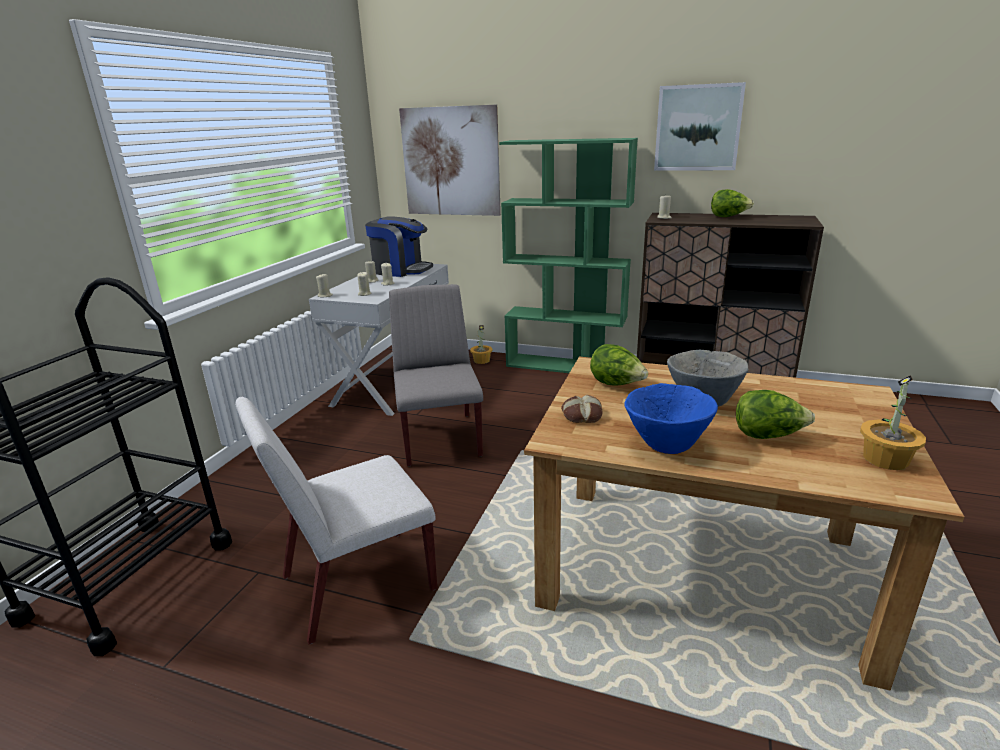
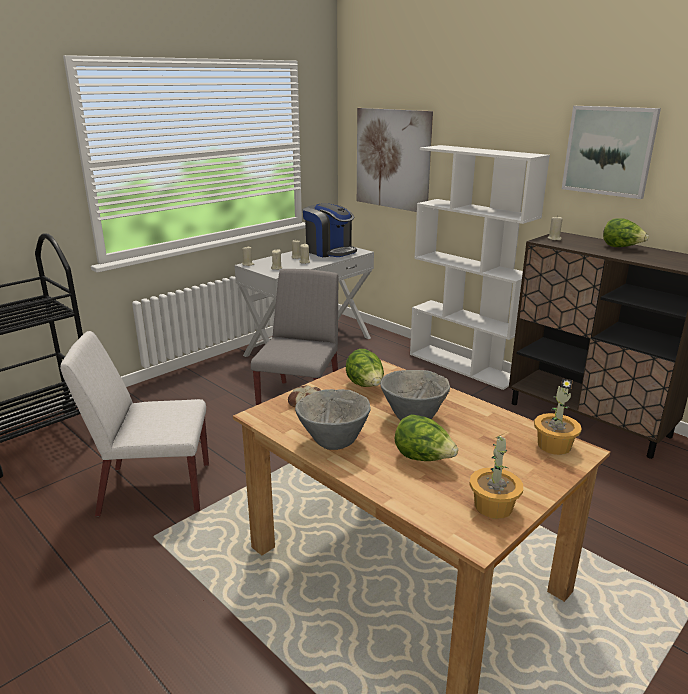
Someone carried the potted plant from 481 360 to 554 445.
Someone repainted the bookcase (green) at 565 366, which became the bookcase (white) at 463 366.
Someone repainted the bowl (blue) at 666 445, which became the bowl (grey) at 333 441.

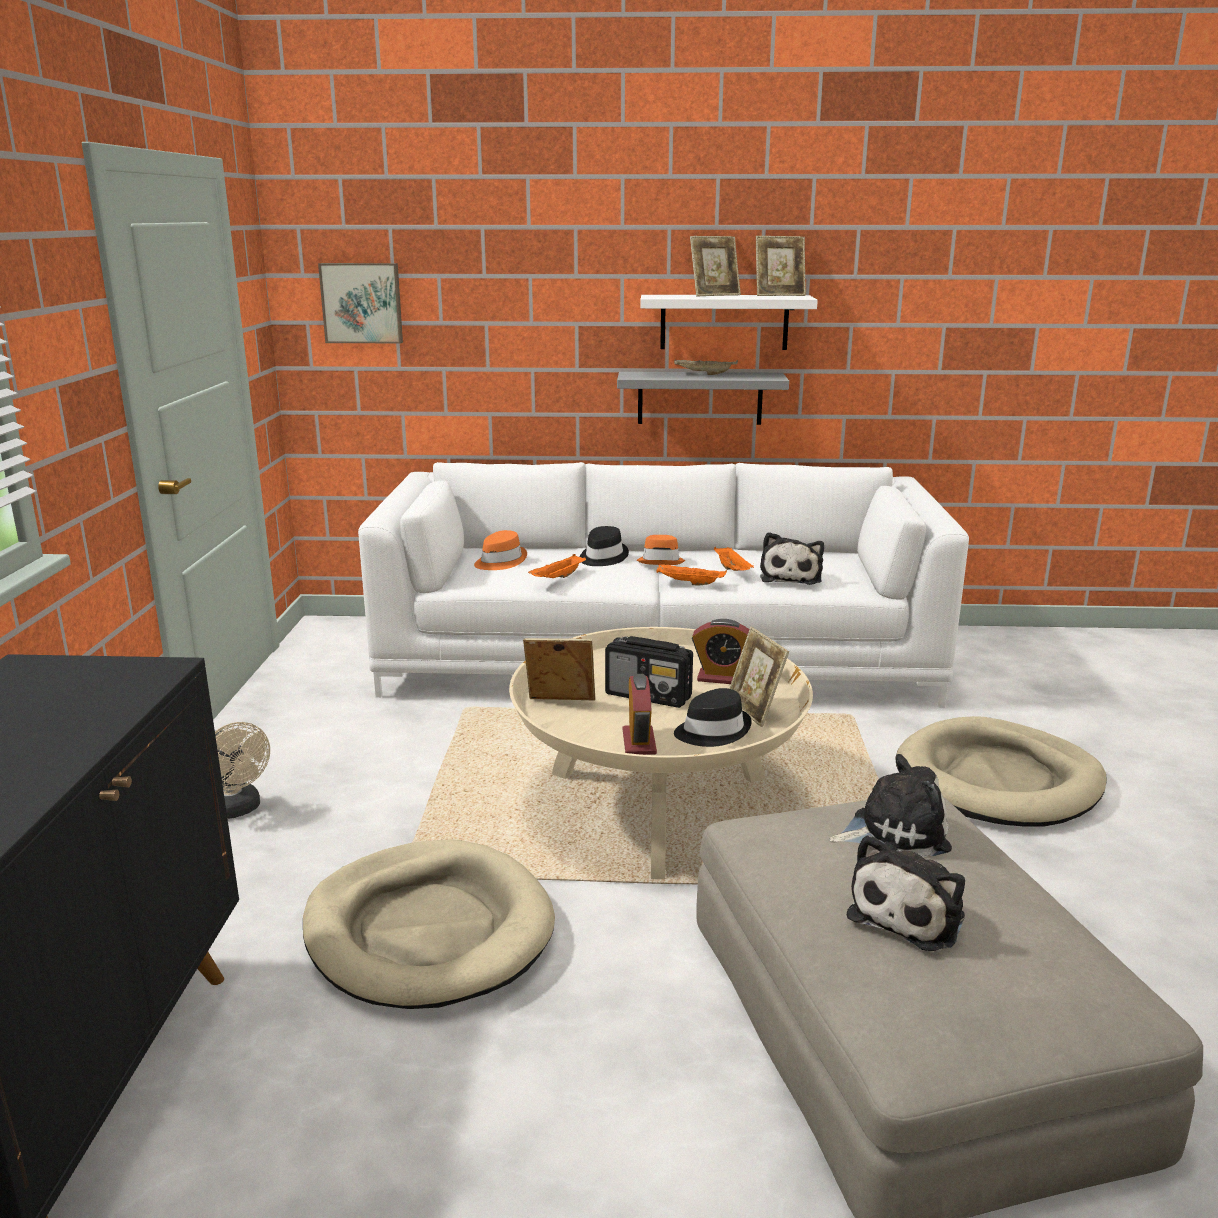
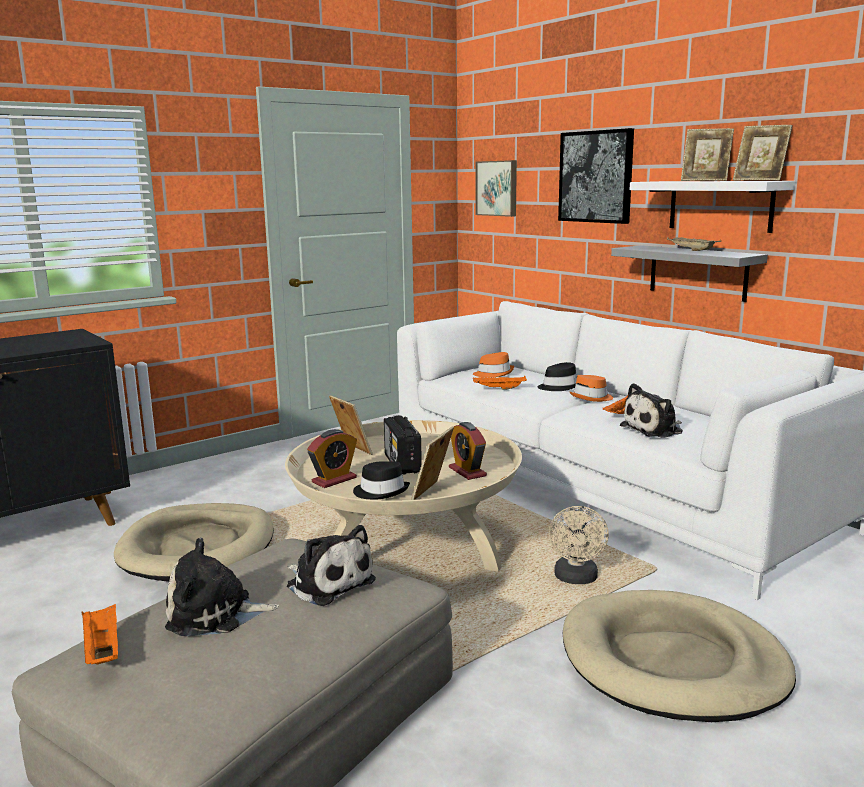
Someone put up the picture at 596 177.
Someone carried the fan (beige) from 237 810 to 576 579.
Someone carried the tray (orange) from 689 583 to 102 649.

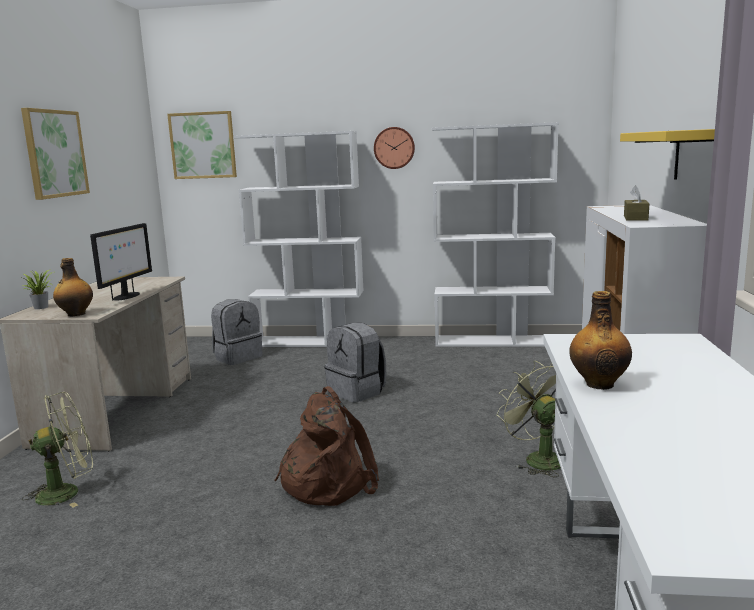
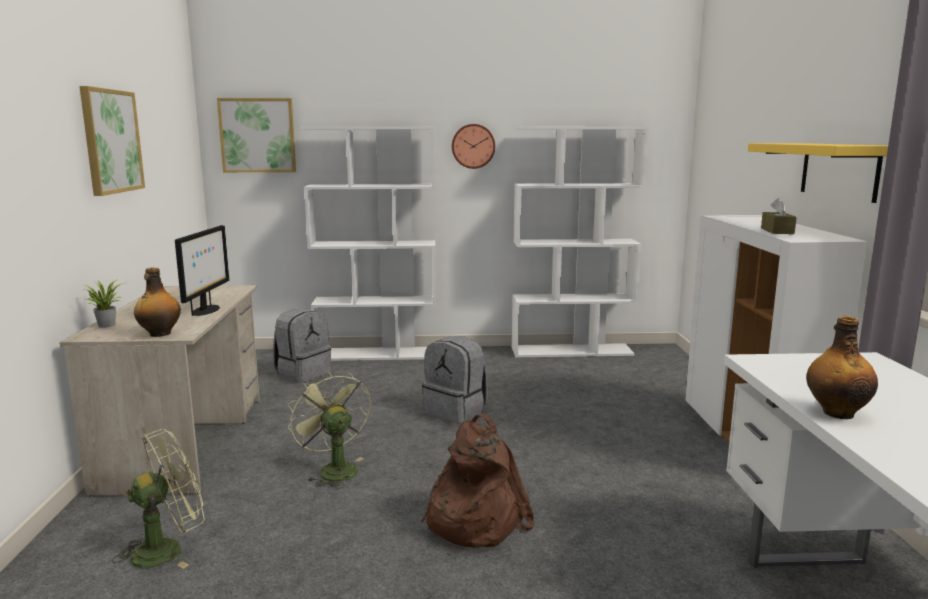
Someone carried the fan (green) from 537 458 to 333 469.

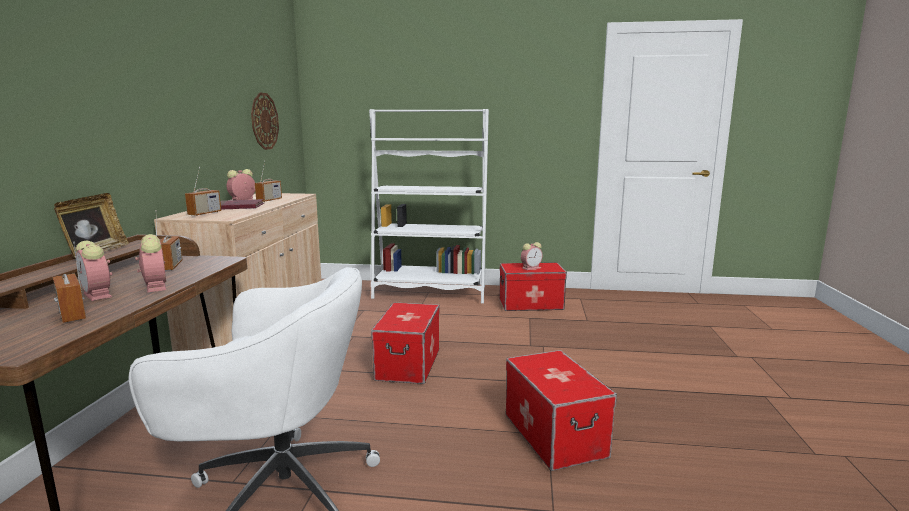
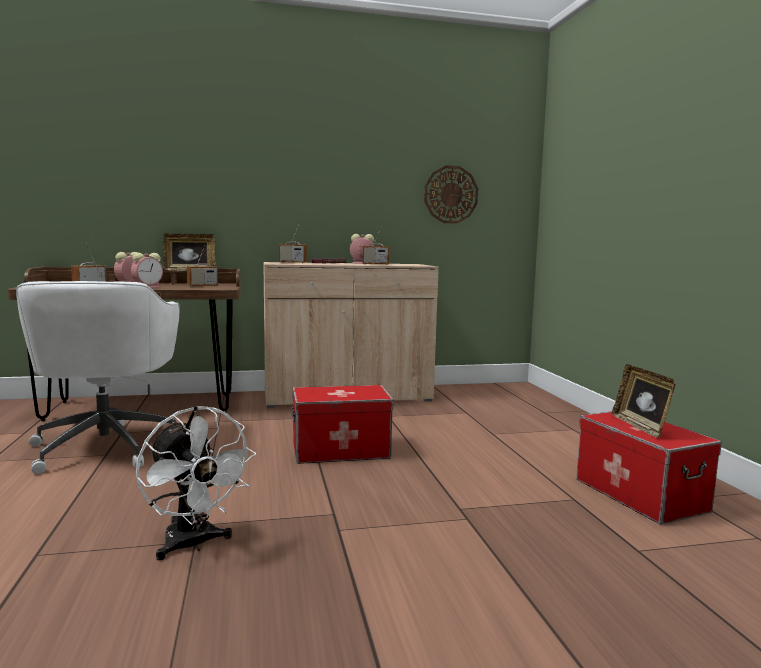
Someone took away the bookcase (white) at 430 292.
Someone swapped the storage box at 553 435 for the fan (white) at 193 545.
Someone swapped the alarm clock at 531 268 for the picture frame at 640 426.

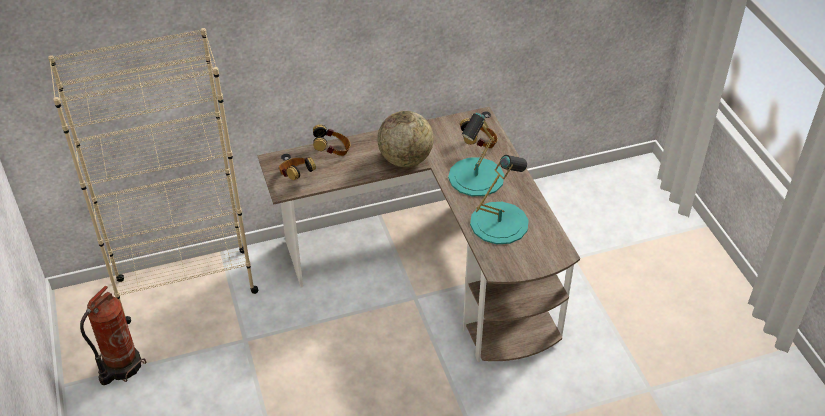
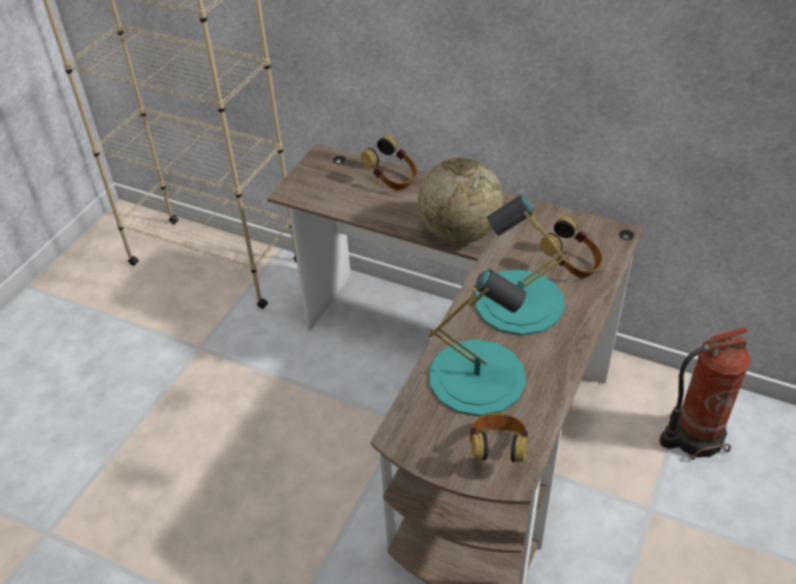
Someone carried the fire extinguisher from 120 367 to 693 436.
Someone carried the headphones from 296 177 to 497 451.

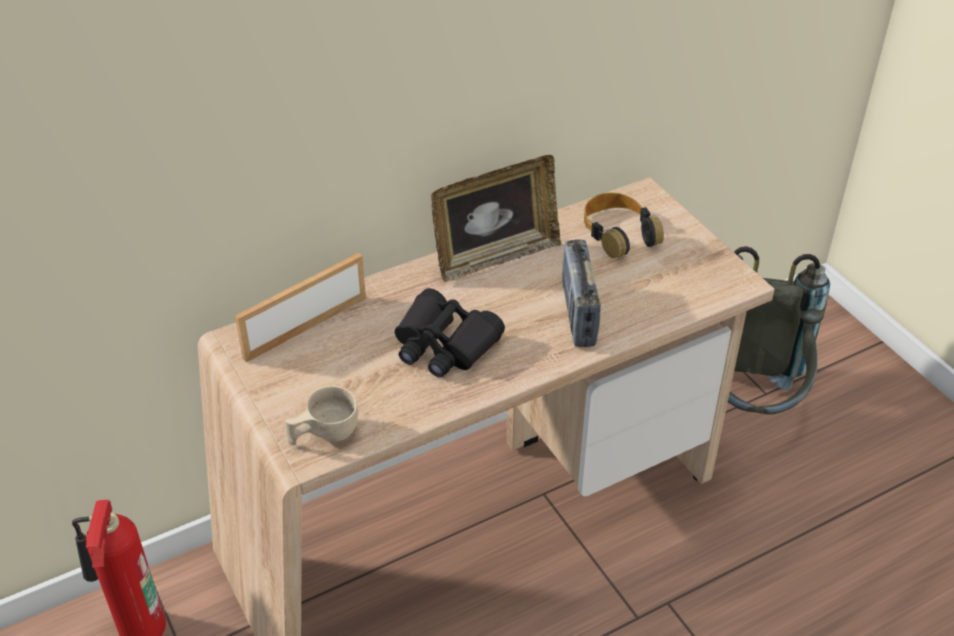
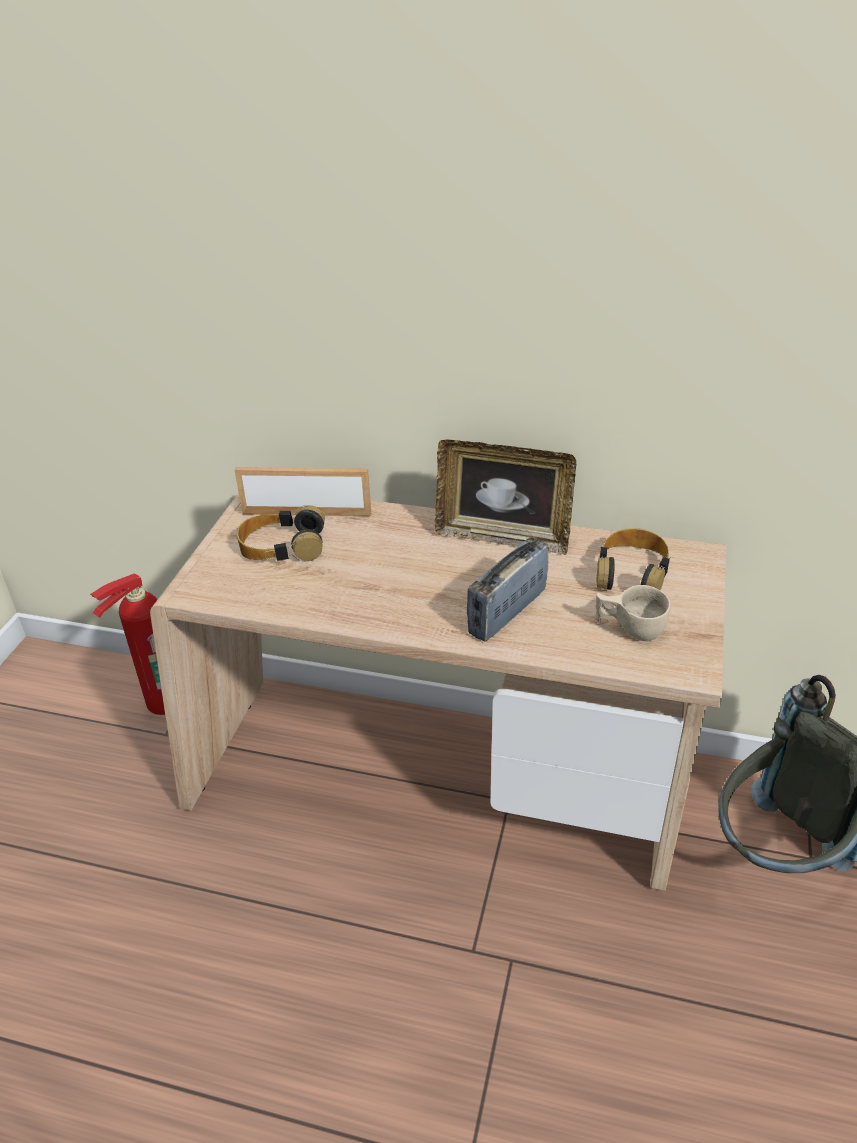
Someone took away the binoculars (black) at 444 345.
Someone put down the headphones at 282 546.
Someone carried the cup (beige) from 323 434 to 629 629.

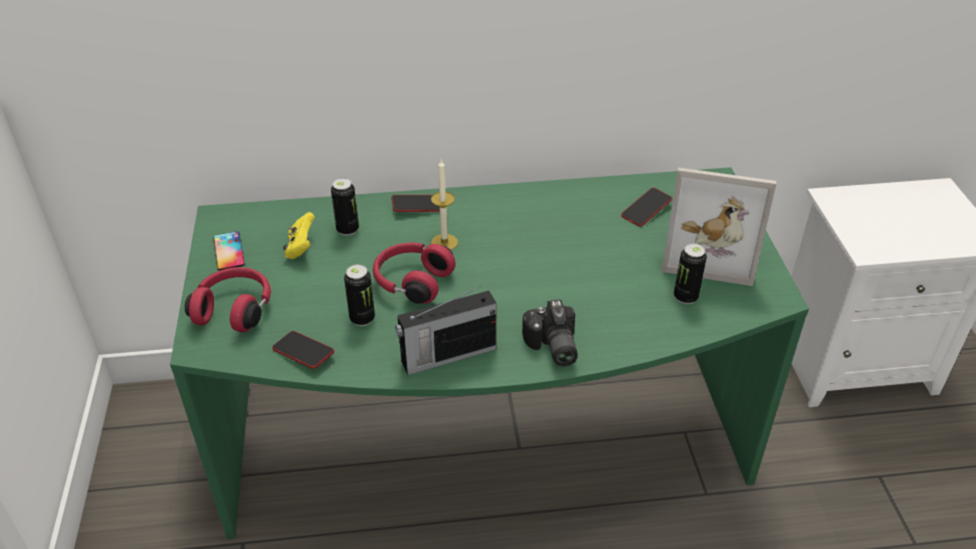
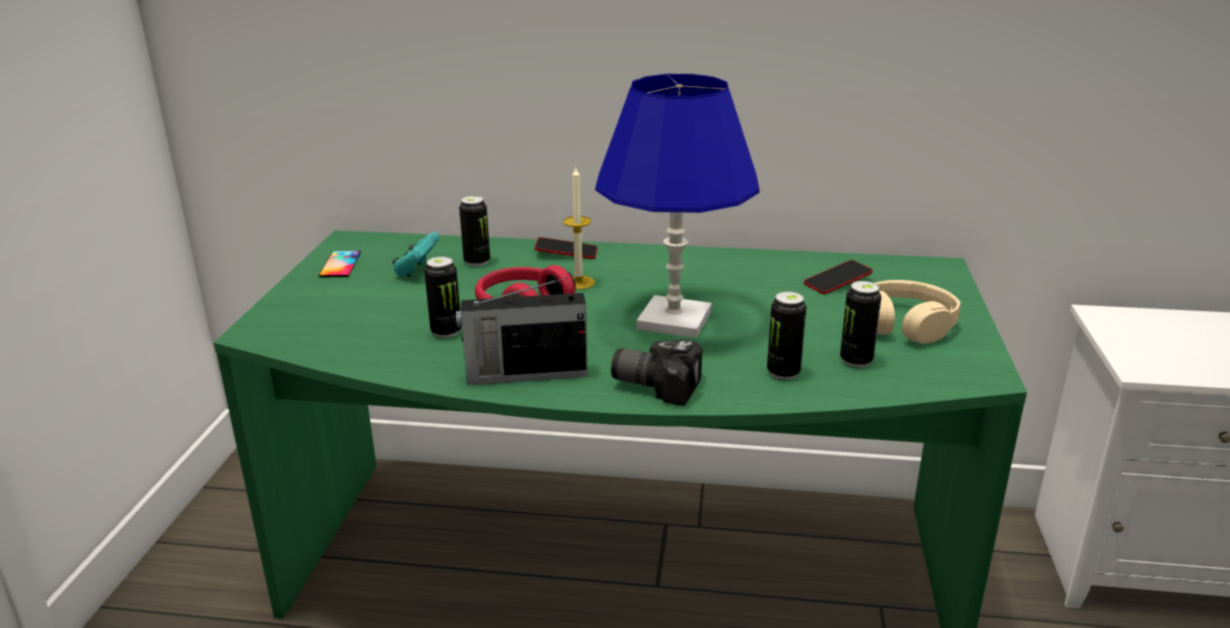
Someone took away the headphones (red) at 235 309.
Someone took away the phone at 303 353.
Someone put down the table lamp (blue) at 674 319.
Someone put down the can at 783 372.
Someone swapped the picture frame at 710 251 for the headphones (beige) at 906 324.
Someone repainted the game controller (yellow) at 301 248, which became the game controller (turquoise) at 417 270.
Someone rotated the photo camera at 551 347 by 105 degrees clockwise.

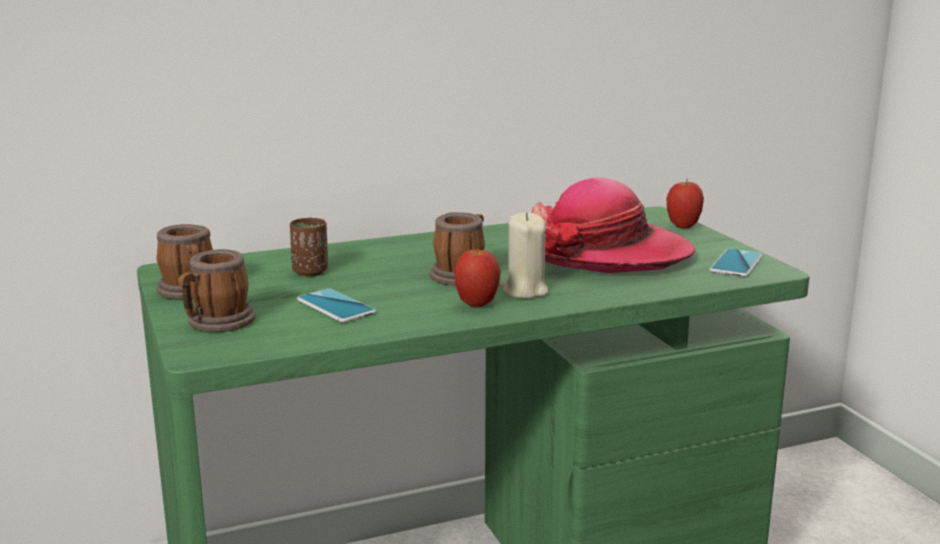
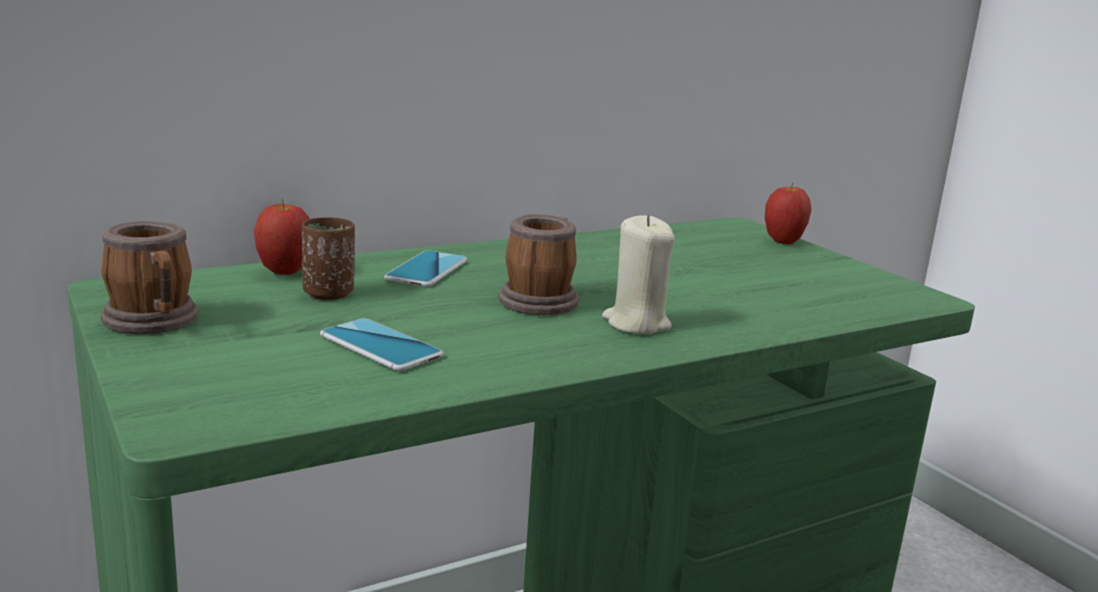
Someone took away the mug at 216 323.
Someone took away the hat at 600 252.
Someone carried the apple from 477 305 to 285 273.
Someone carried the phone from 736 264 to 427 270.

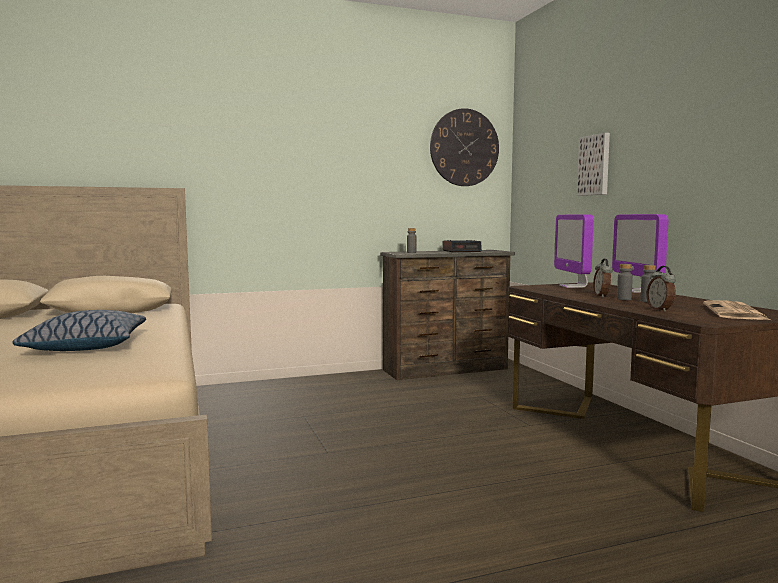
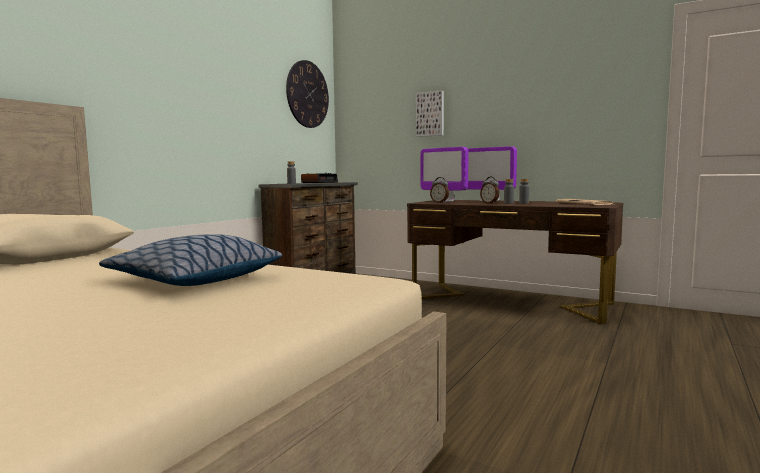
Someone carried the alarm clock from 660 310 to 439 202.

